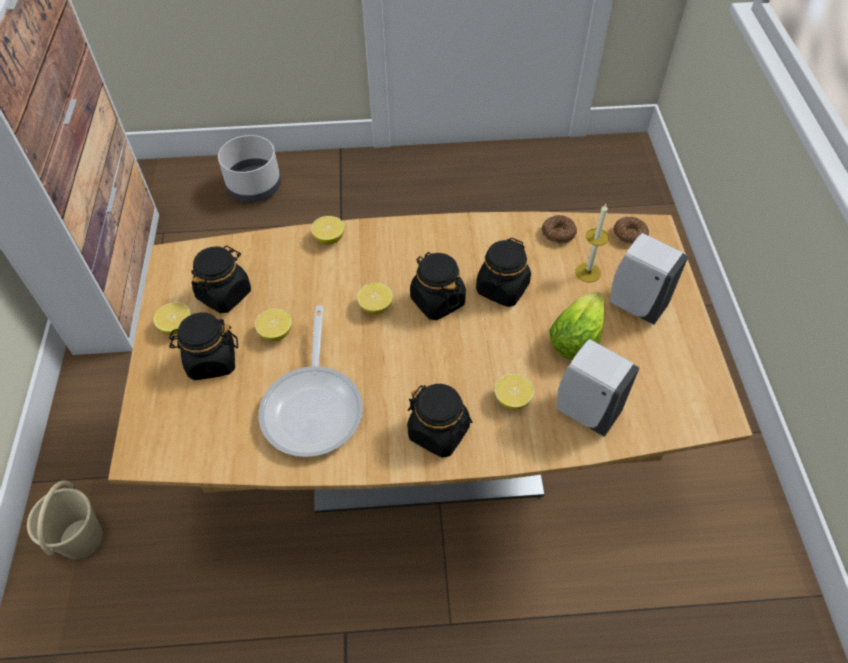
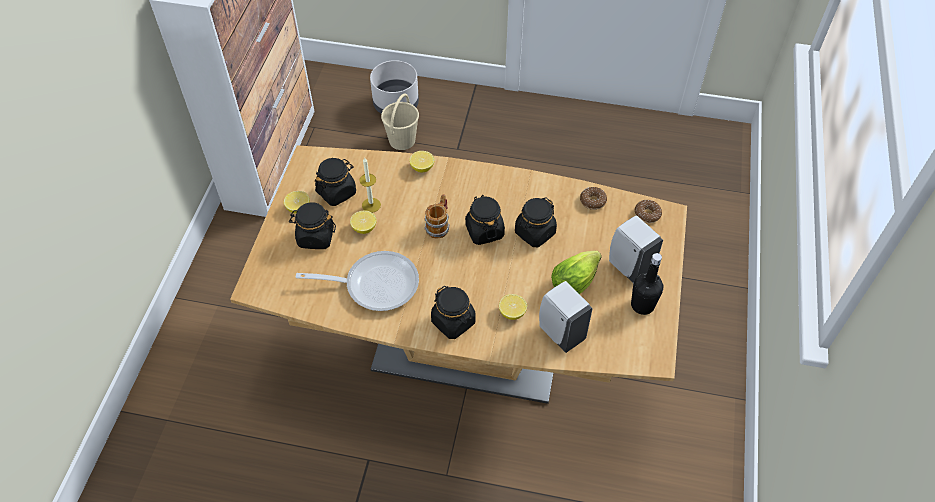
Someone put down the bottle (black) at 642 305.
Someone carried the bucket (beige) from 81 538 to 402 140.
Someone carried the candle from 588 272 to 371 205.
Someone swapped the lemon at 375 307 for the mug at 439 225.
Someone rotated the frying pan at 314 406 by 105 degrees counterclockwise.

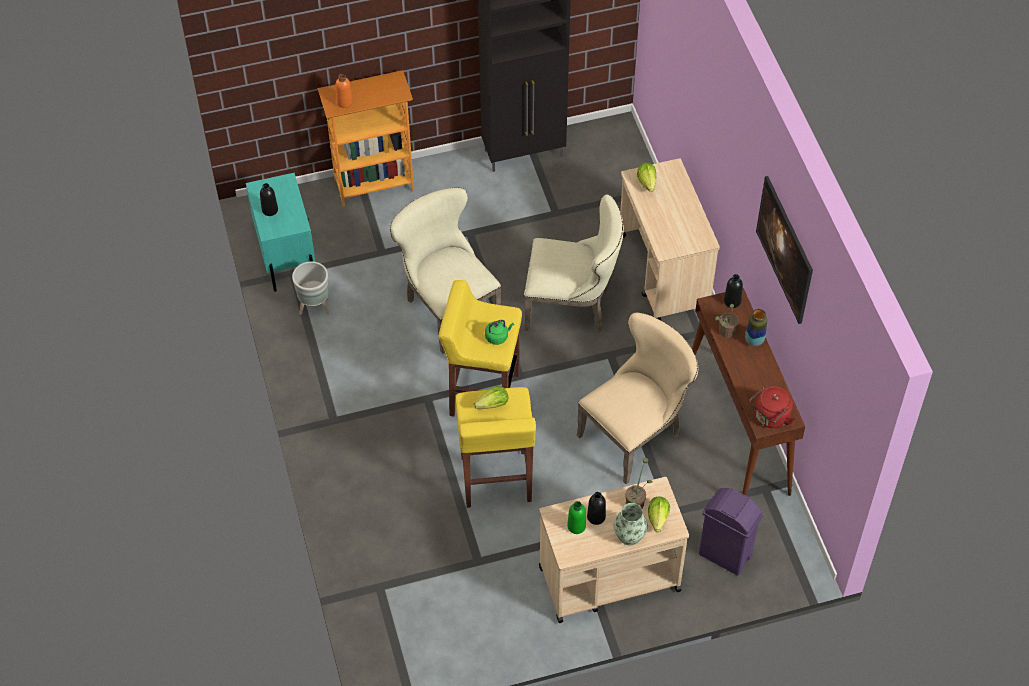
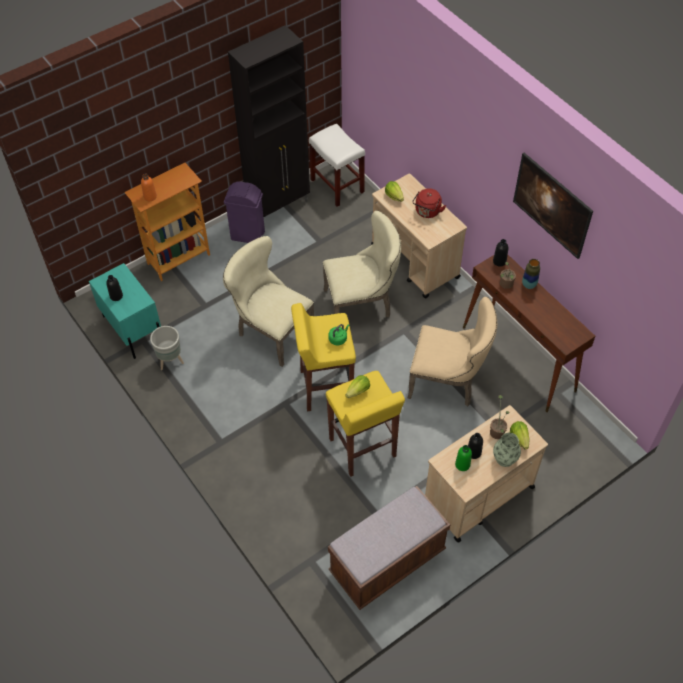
Someone put down the stool (white) at 338 186.
Someone put down the bench (brown) at 387 562.
Someone carried the trash can (purple) from 725 555 to 248 236.
Someone carried the kettle (red) from 770 418 to 427 212.
Someone rotated the chair (beige) at 635 434 by 75 degrees clockwise.

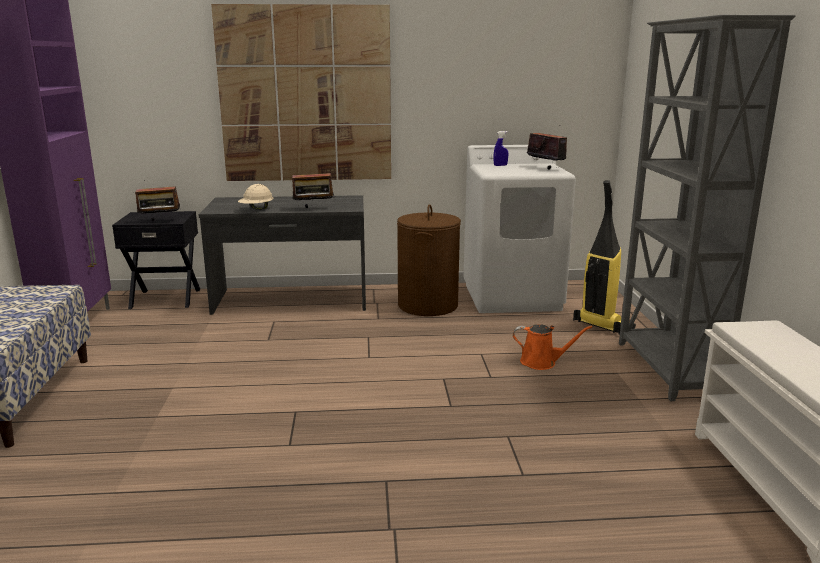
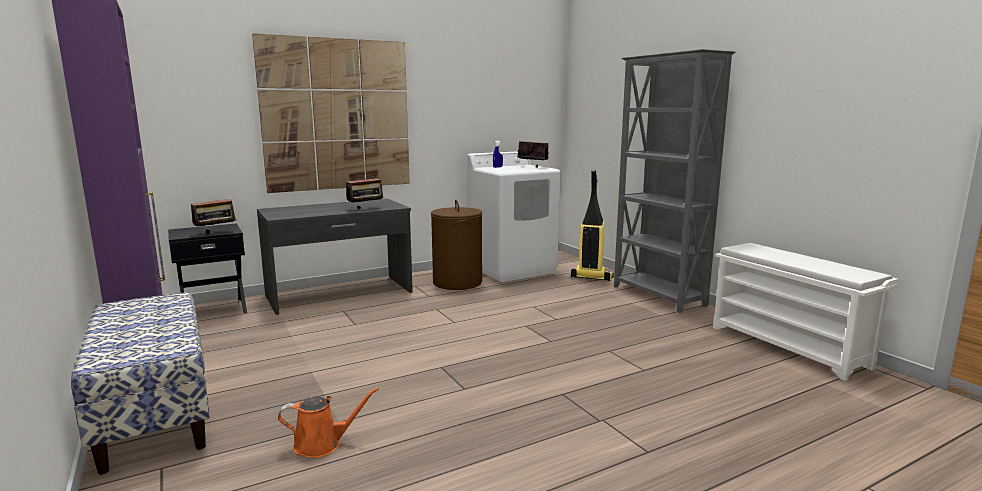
Someone took away the hard hat (beige) at 256 209.
Someone carried the watering can (orange) from 542 362 to 322 444.

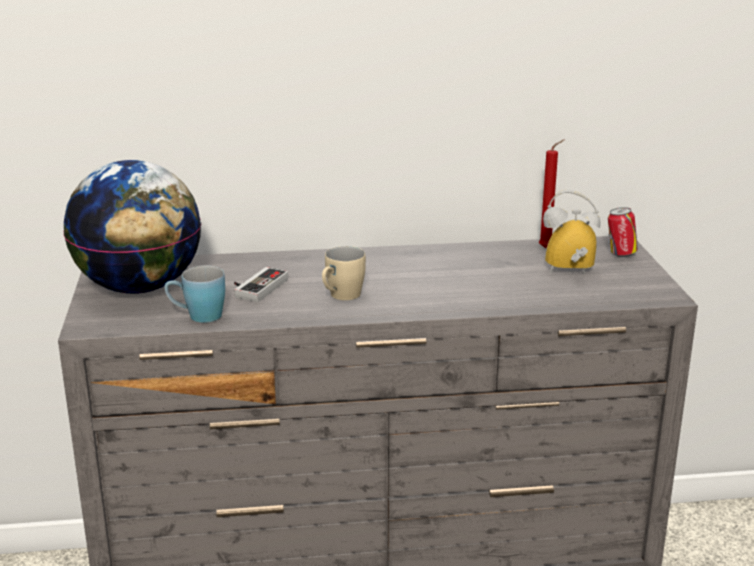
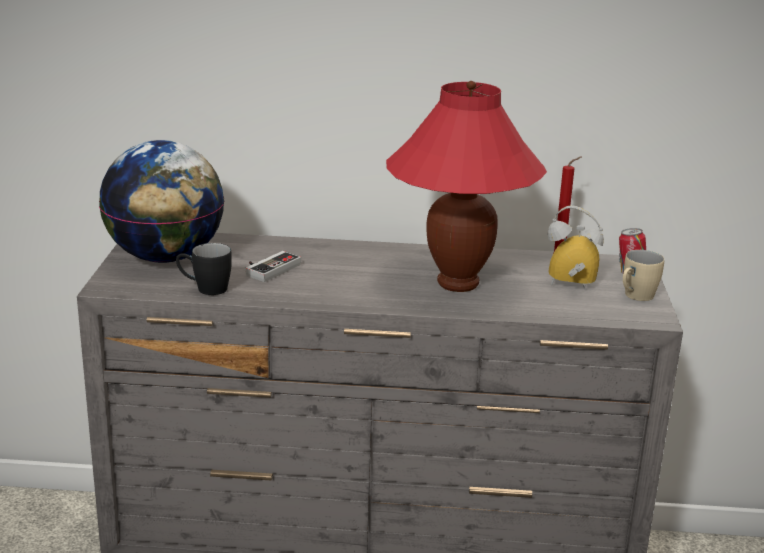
Someone put down the table lamp (red) at 458 283.
Someone carried the mug (beige) from 341 297 to 635 297.
Someone repainted the mug (blue) at 197 316, which became the mug (black) at 205 289.

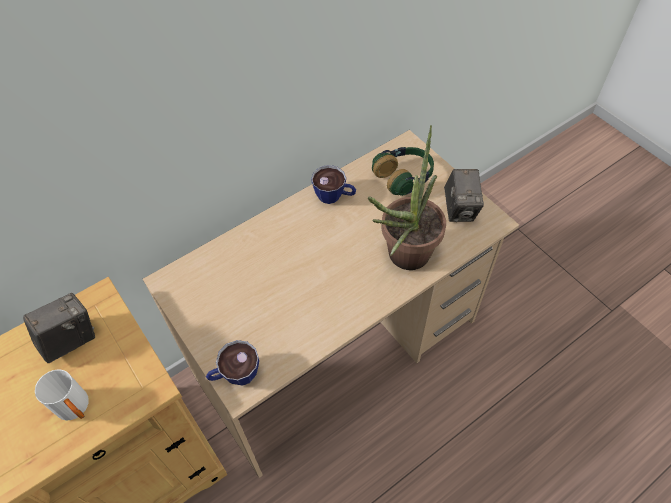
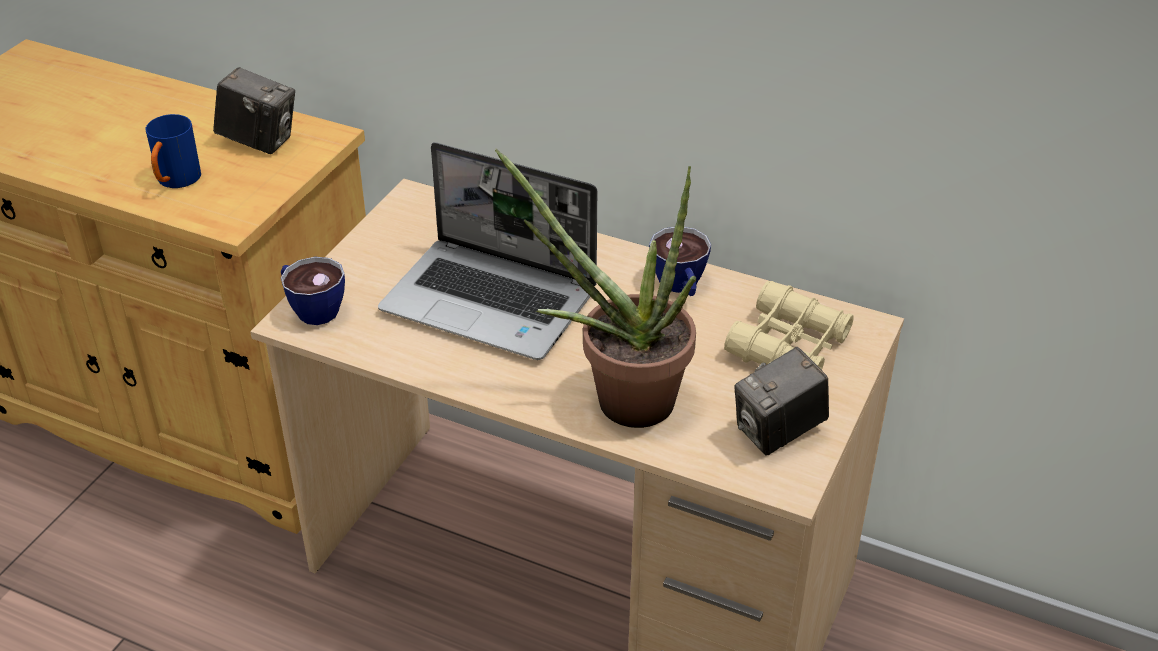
Someone put down the laptop at 492 301.
Someone swapped the headphones at 404 177 for the binoculars (beige) at 789 346.
Someone repainted the mug (white) at 76 409, which became the mug (blue) at 175 182.

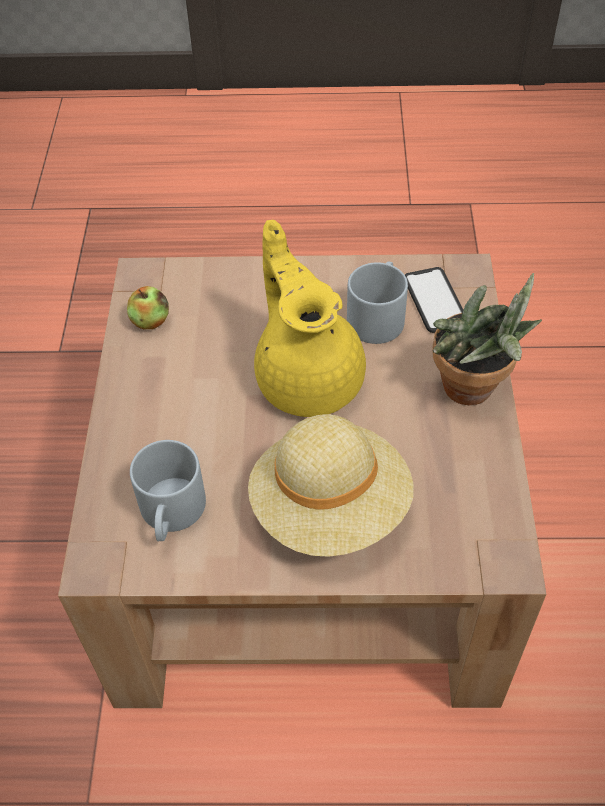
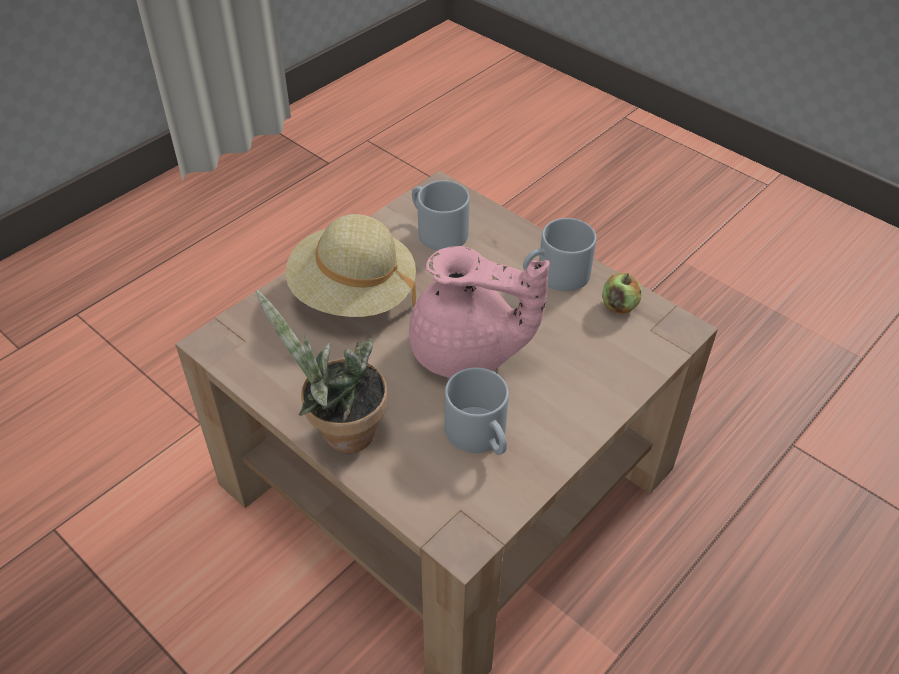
Someone took away the phone at 435 300.
Someone put down the mug (grey) at 555 277.
Someone repainted the teapot (yellow) at 308 376, which became the teapot (pink) at 467 353.

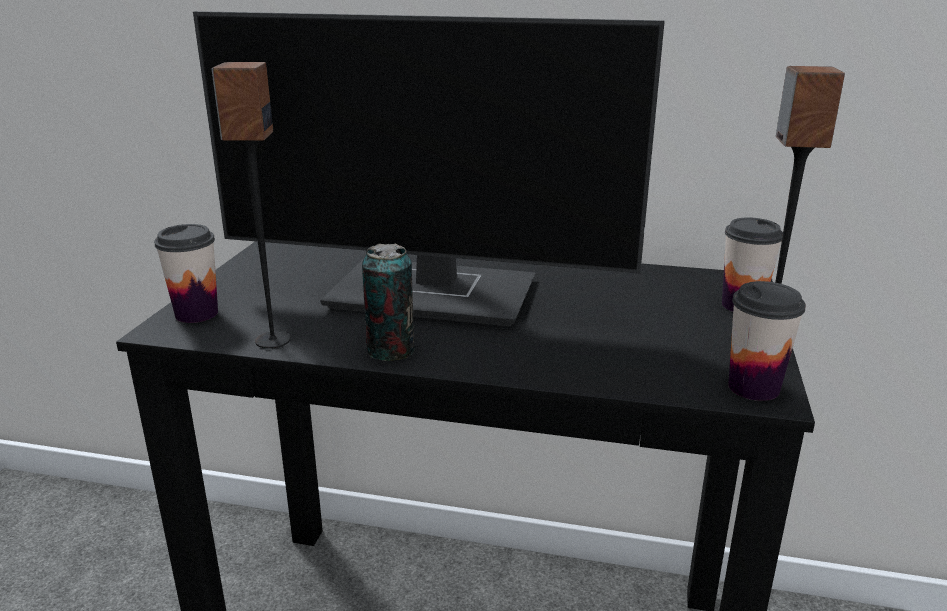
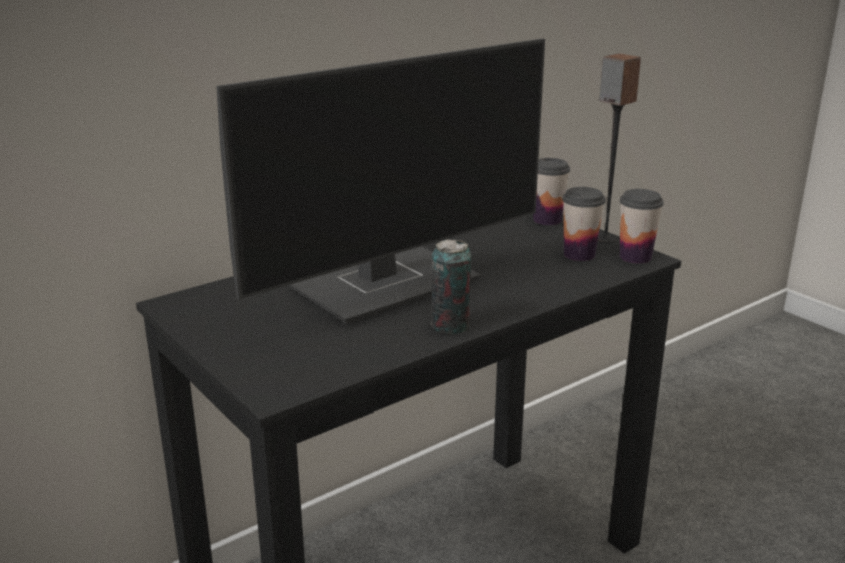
Someone took away the speaker at 272 340.
Someone carried the cup from 196 314 to 579 254.

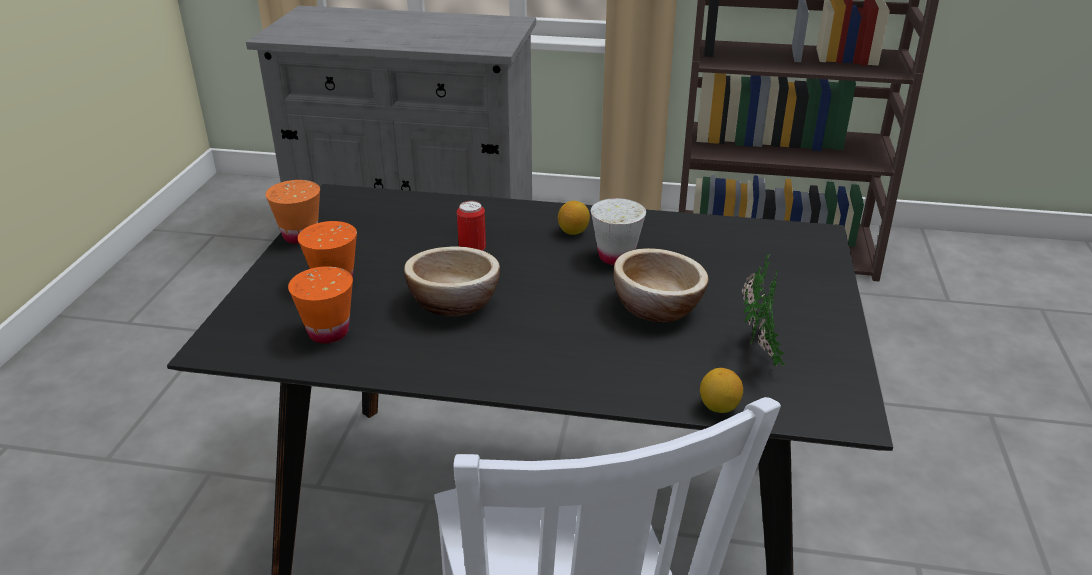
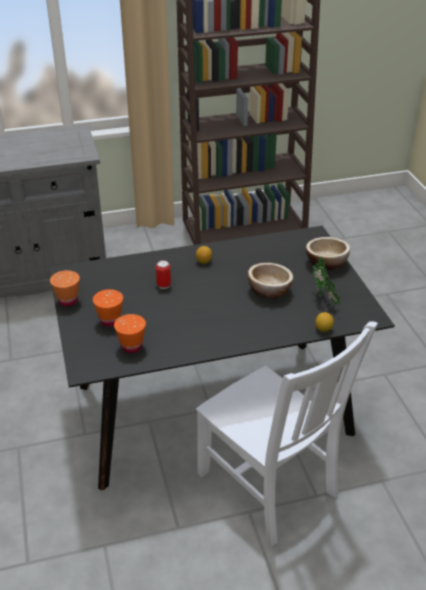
Someone took away the cup (white) at 616 257.
Someone carried the bowl from 454 302 to 326 263.

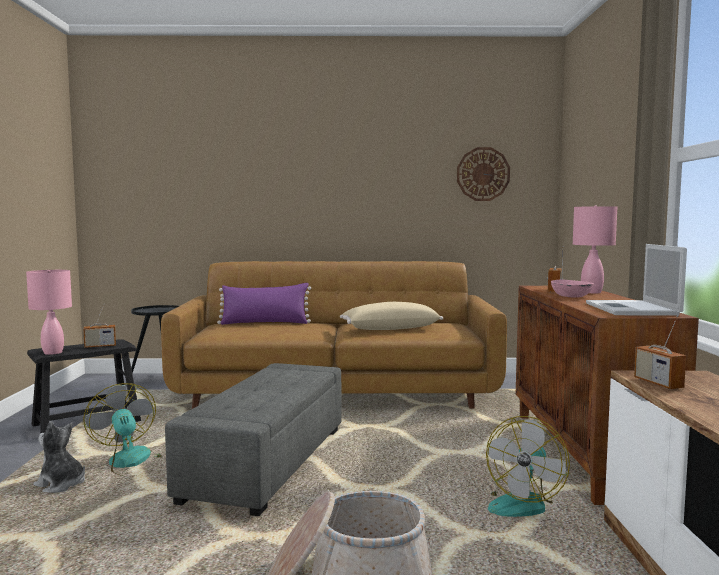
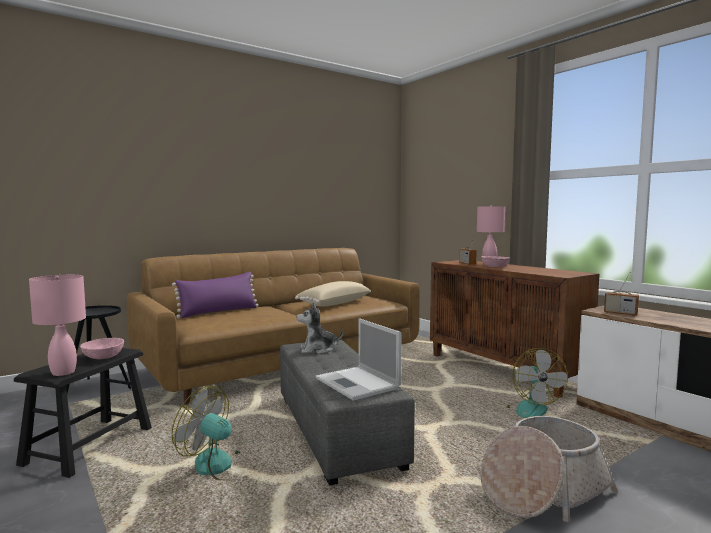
Someone took away the wall clock at 483 174.
Someone carried the plush toy from 61 485 to 318 349.
Someone carried the laptop from 632 309 to 358 383.
Someone swapped the radio at 100 346 for the bowl (pink) at 103 357.

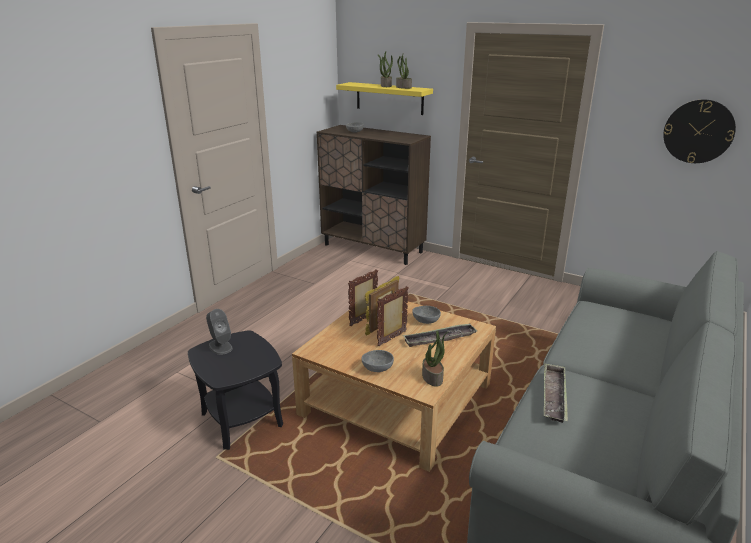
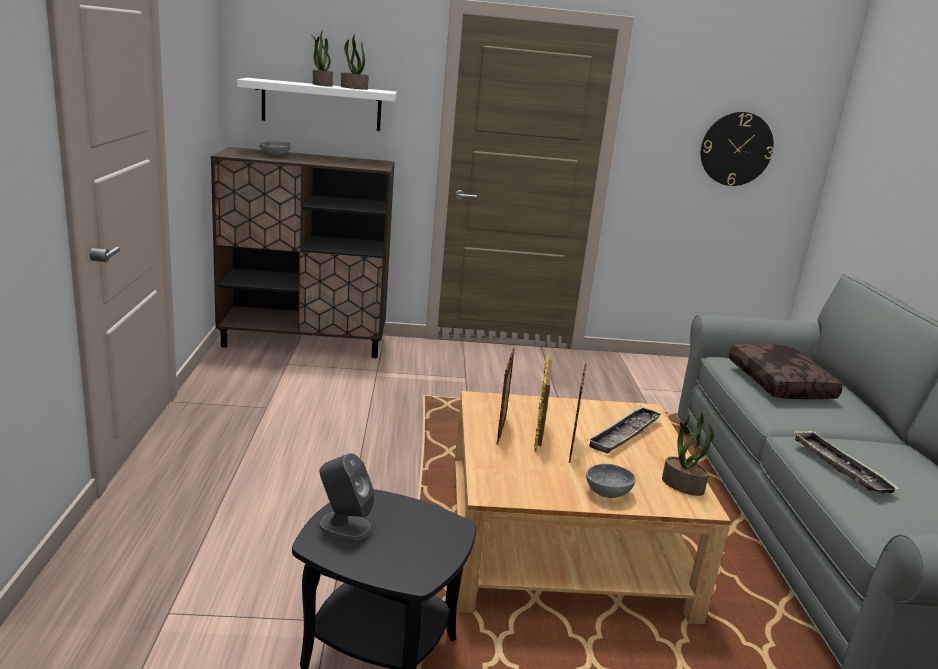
Someone took away the bowl (grey) at 426 320.
Someone put down the pillow (brown) at 781 383.
Someone repainted the shelf (yellow) at 389 98, which became the shelf (white) at 321 105.

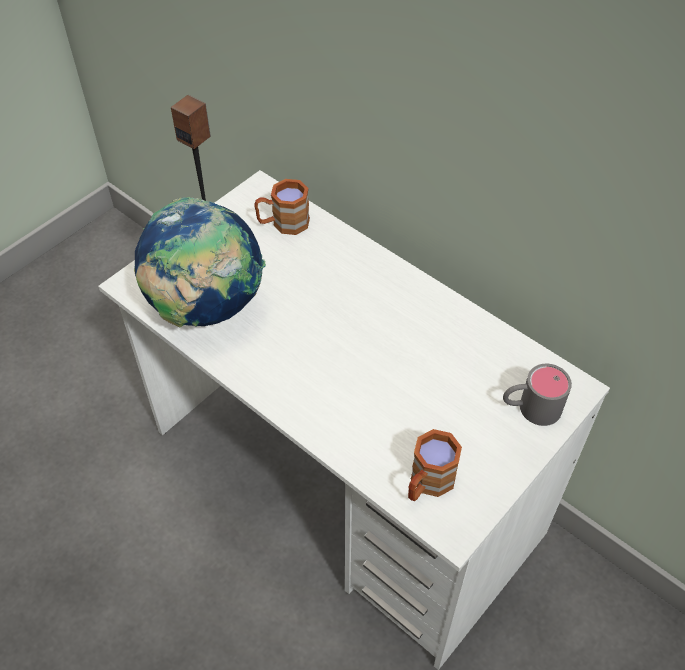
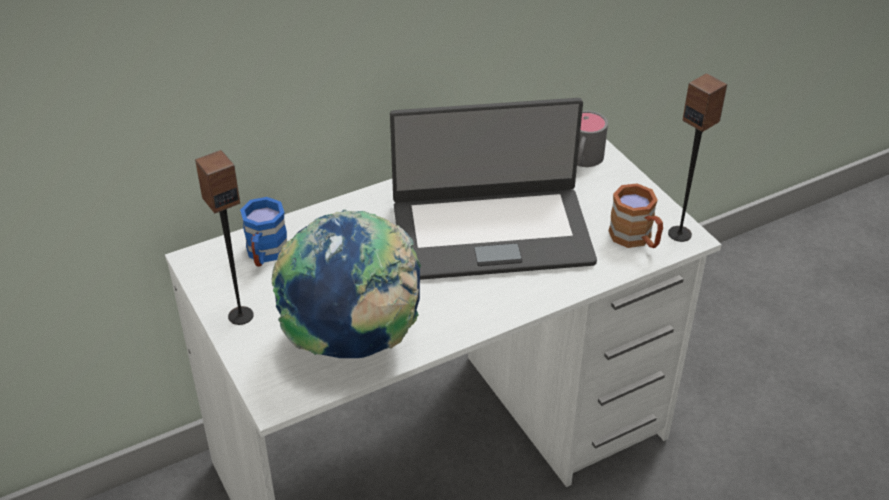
Someone put down the laptop at 491 232.
Someone put down the speaker at 680 233.
Someone repainted the mug (brown) at 283 223, which became the mug (blue) at 265 254.

